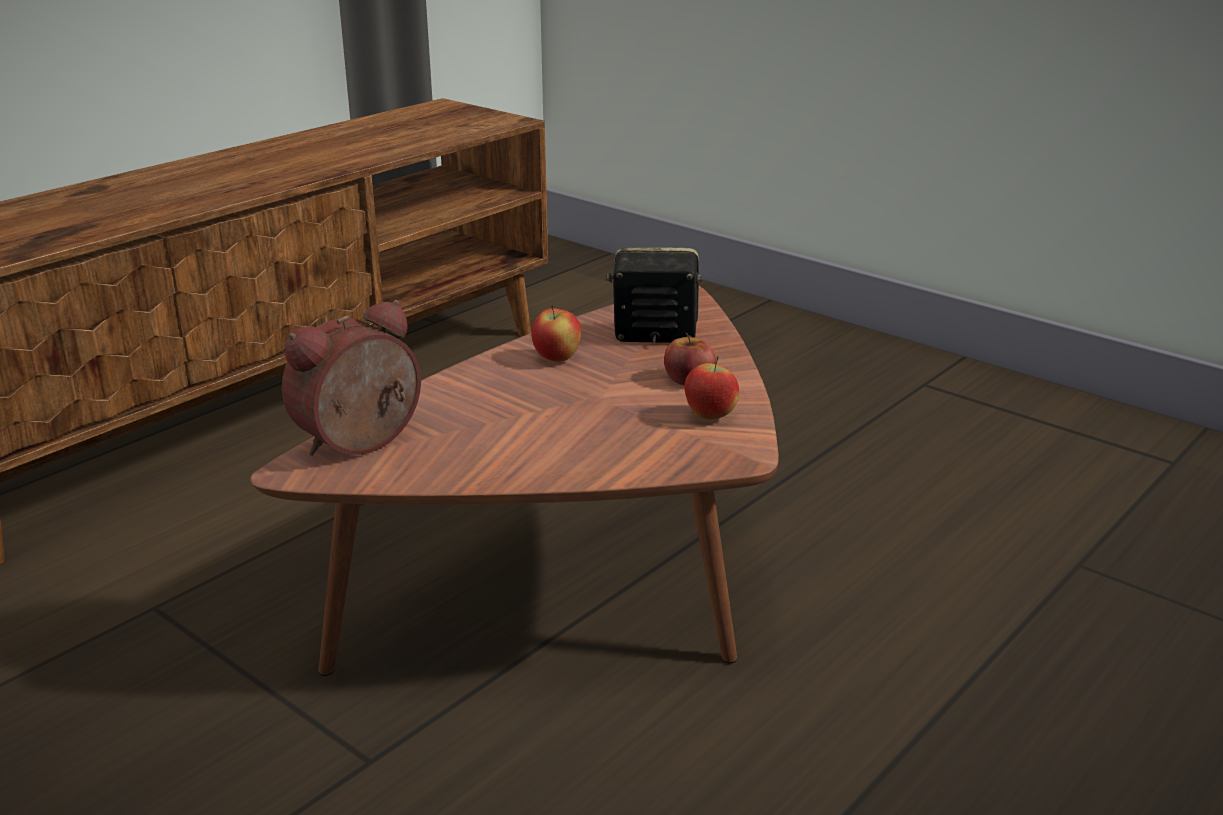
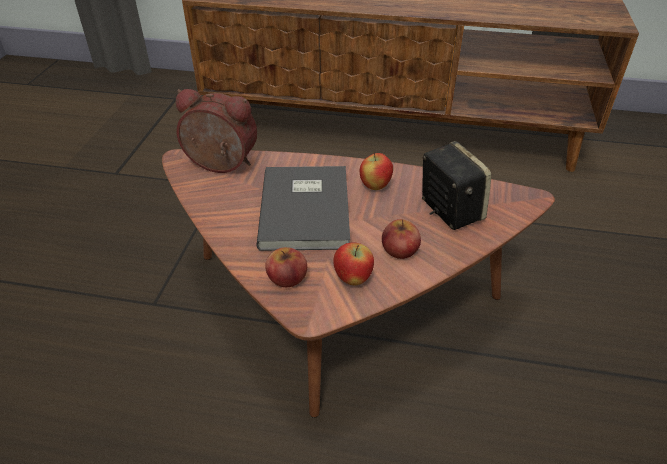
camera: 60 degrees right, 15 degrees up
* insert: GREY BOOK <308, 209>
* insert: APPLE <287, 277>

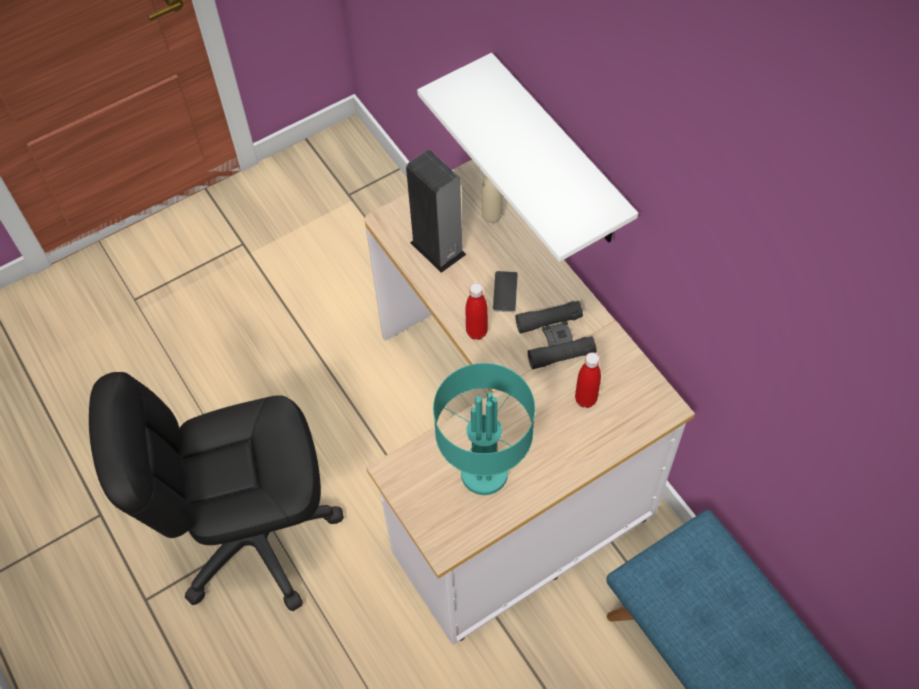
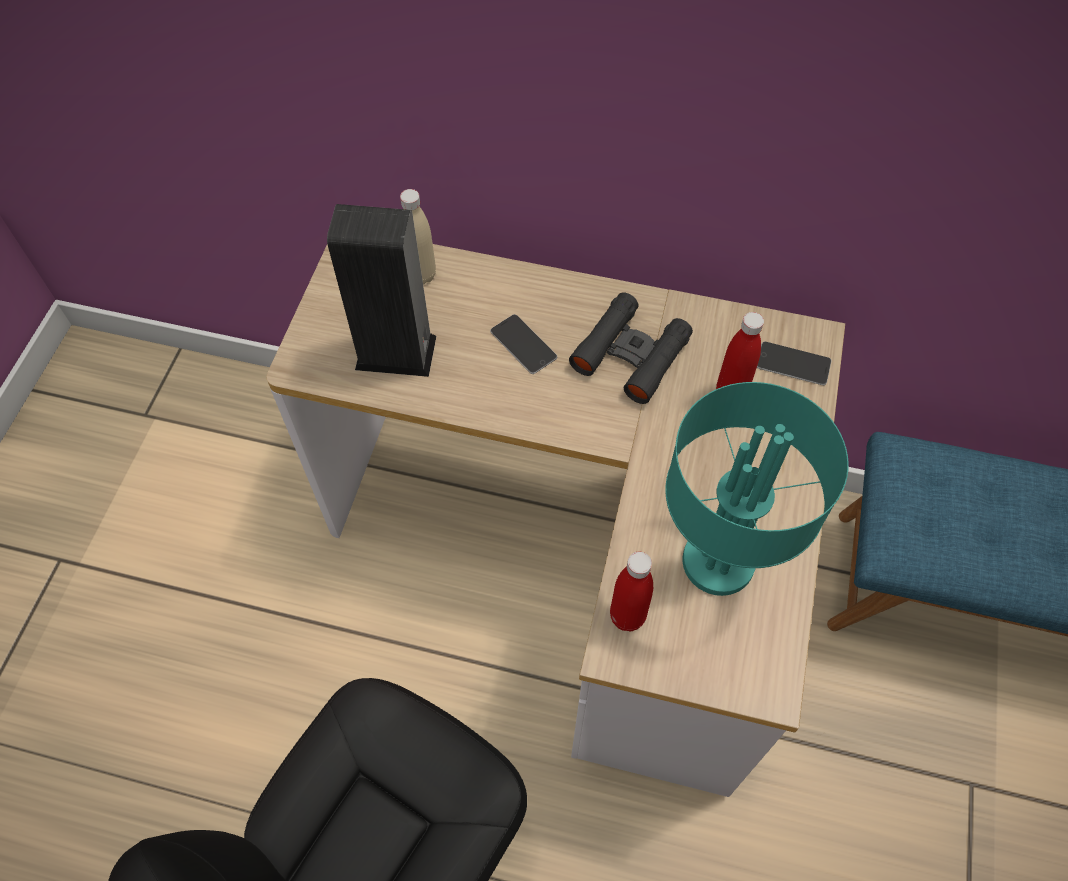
camera: 45 degrees left, 0 degrees up
* delete: WHITE SHELF <559, 155>
* move: RED BOTTLE <476, 332> to <627, 616>
* insert: PHONE <793, 363>

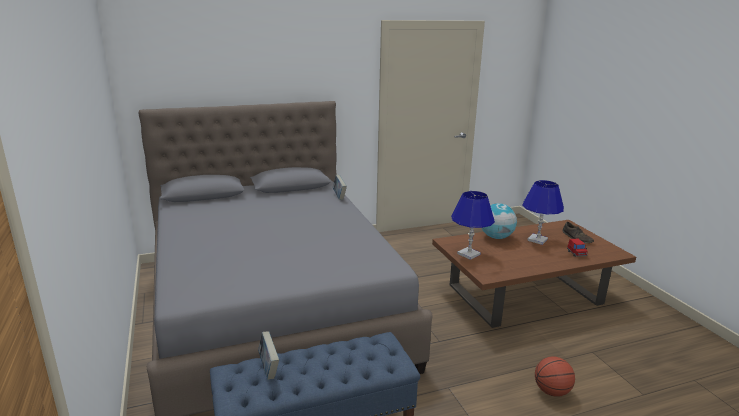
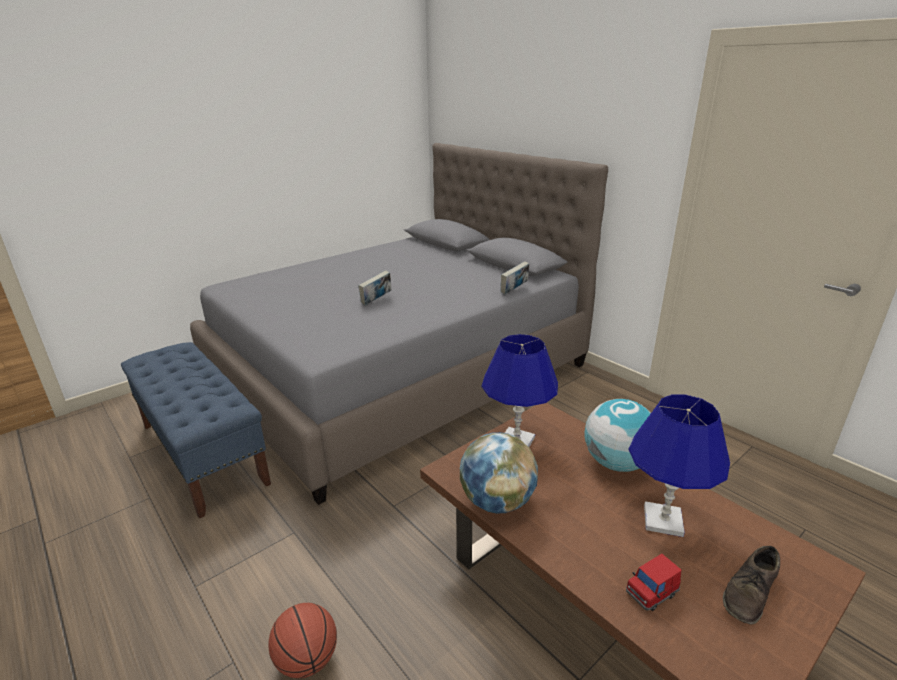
camera: 70 degrees right, 5 degrees up
* move: BOOK <269, 368> to <376, 301>
* insert: GLOBE <497, 501>

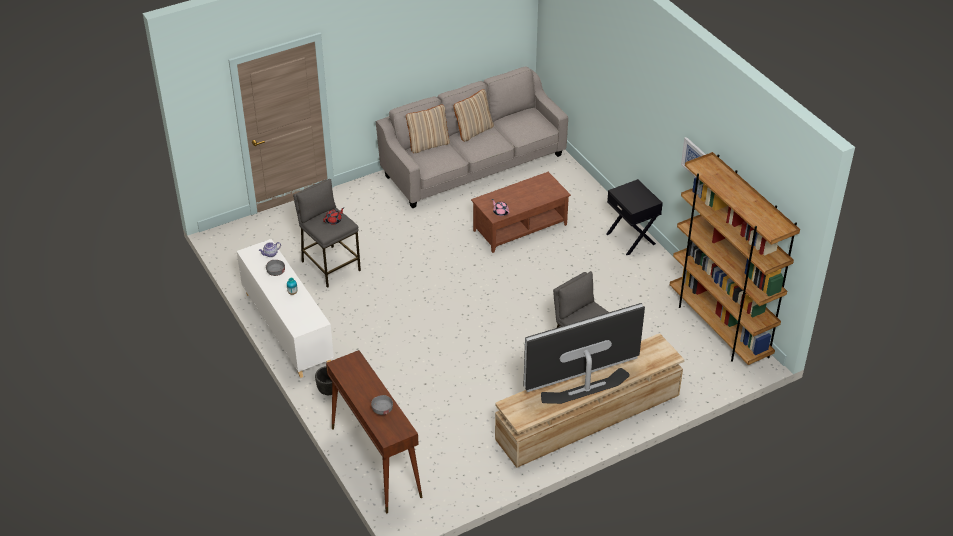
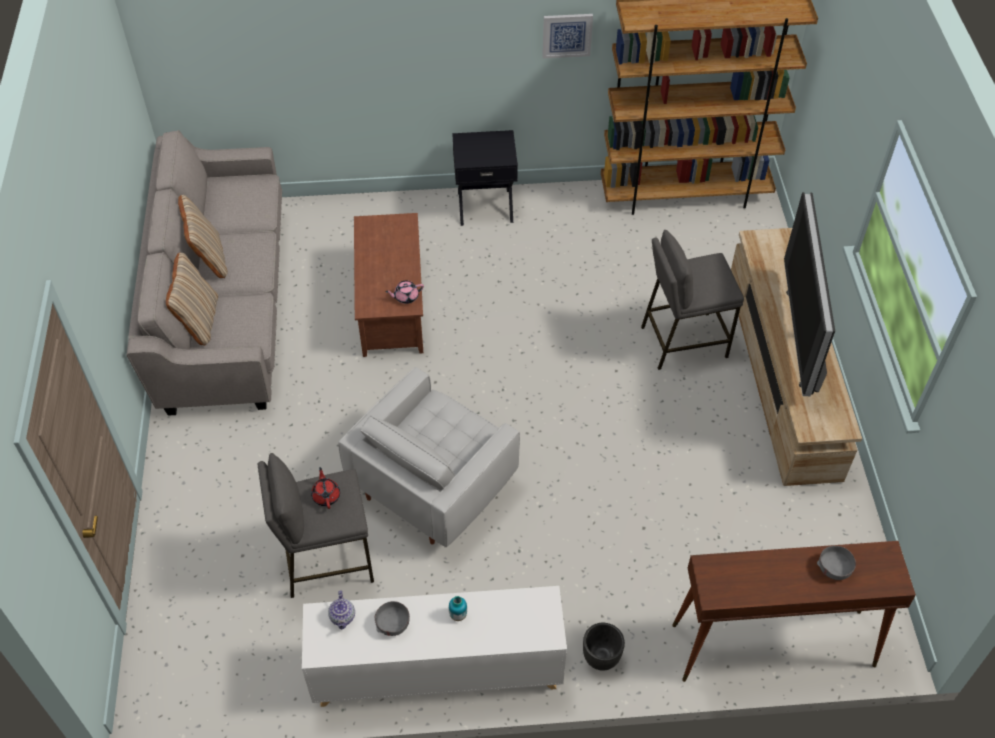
camera: 65 degrees left, 10 degrees up
* insert: WHITE ARMCHAIR <434, 483>

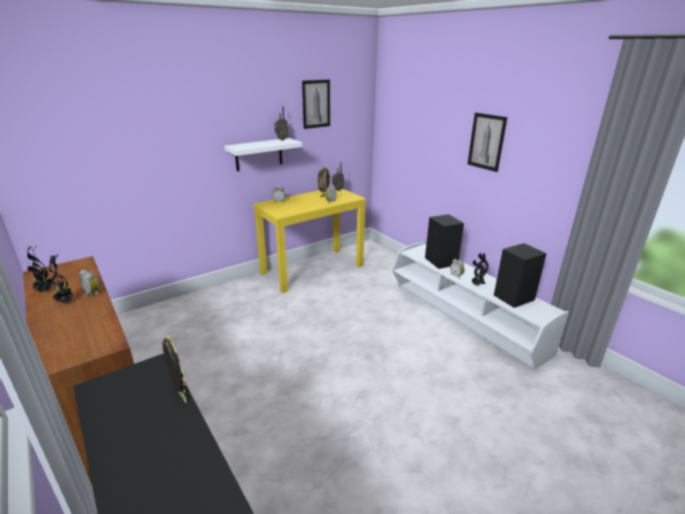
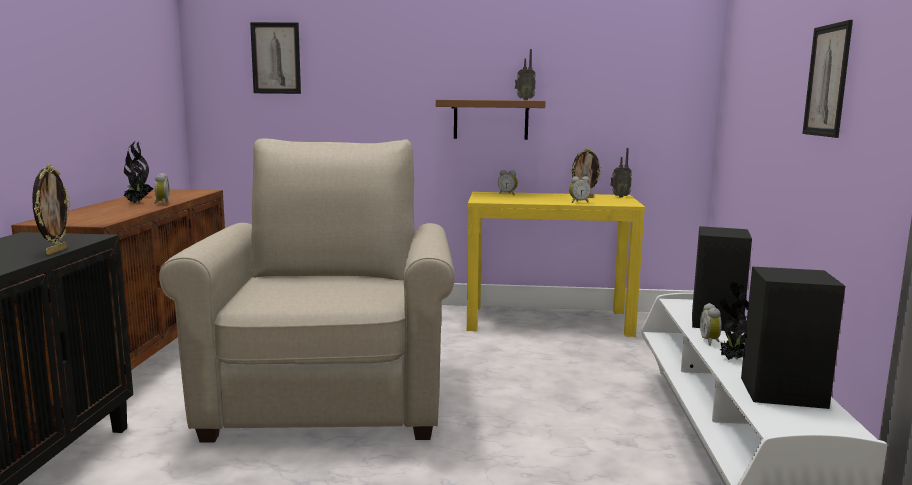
camera: 40 degrees right, 15 degrees down
* recolor: WHITE SHELF <259, 154> to BROWN SHELF <491, 119>
* move: PICTURE <316, 104> to <276, 58>
* insert: BEIGE ARMCHAIR <331, 395>

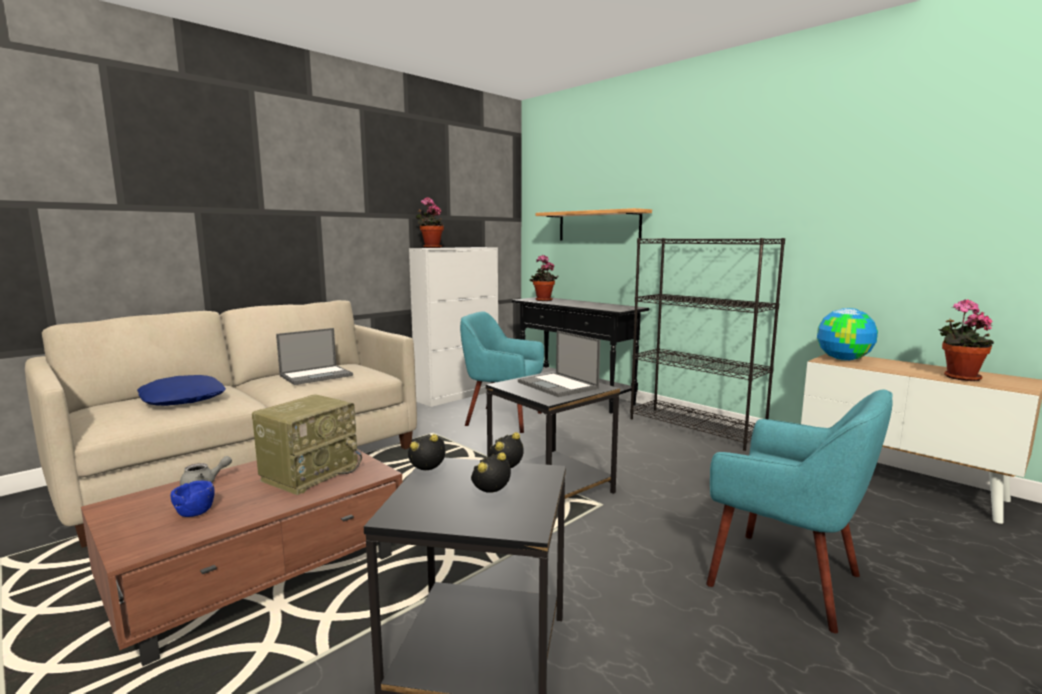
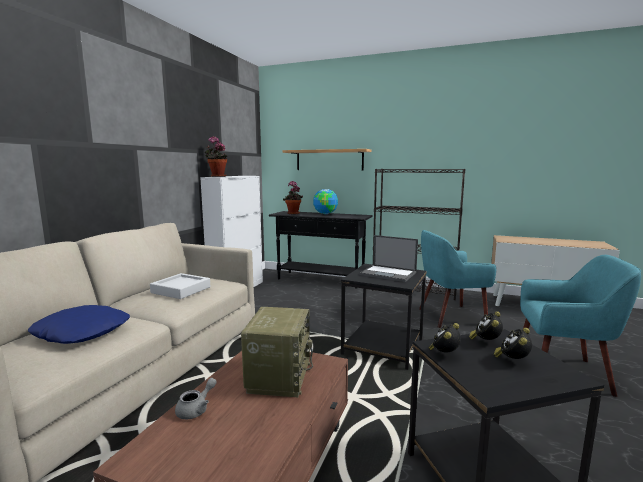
camera: 25 degrees left, 0 degrees up
* delete: BLUE BOWL <195, 512>
* replace: LAPTOP <317, 375> to GREY TRAY <181, 290>
* move: TURQUOISE ARMCHAIR <503, 419> to <450, 316>
* move: GLOBE <843, 359> to <325, 213>
* delete: POTTED PLANT <958, 377>

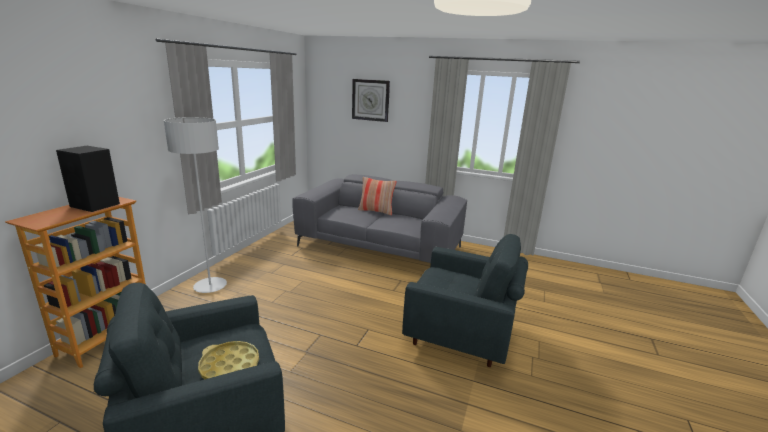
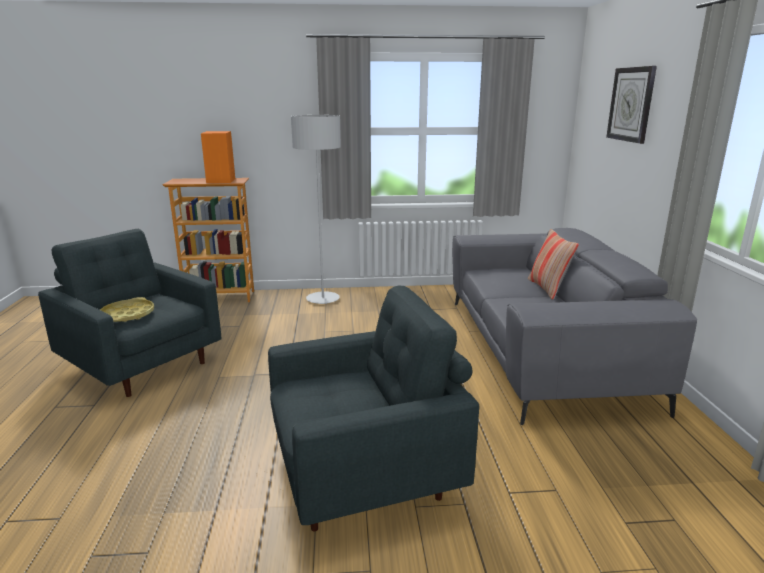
camera: 65 degrees right, 0 degrees up
* recolor: BLACK SPEAKER <95, 205> to ORANGE SPEAKER <220, 181>
* rotate: GREY ARMCHAIR <460, 336> = <366, 475> 105 degrees counterclockwise

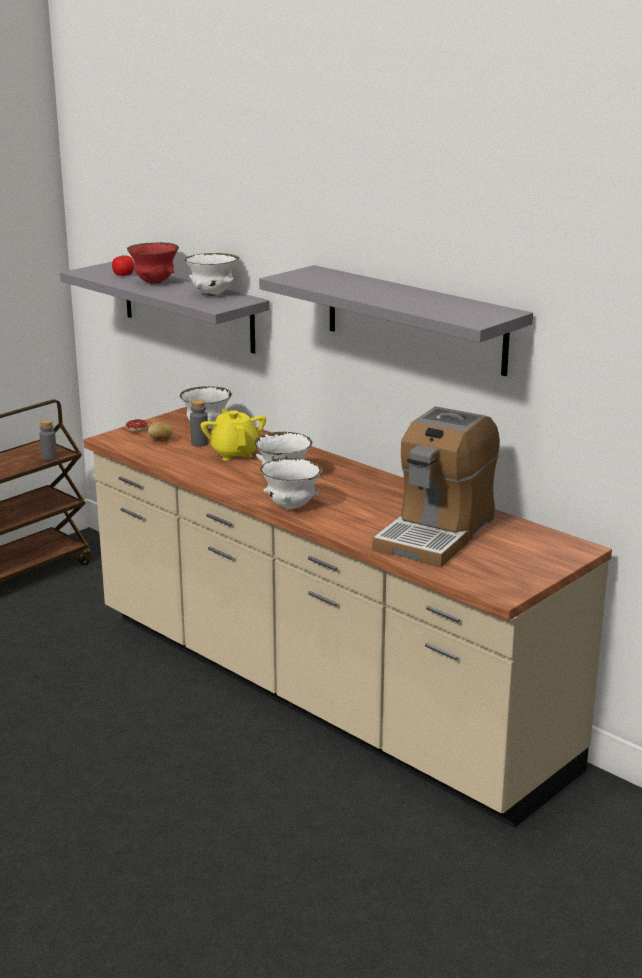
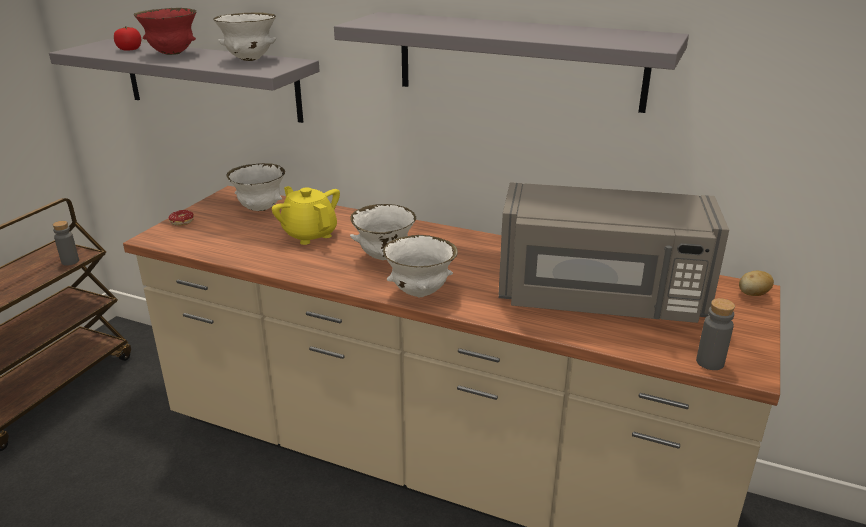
camera: 20 degrees left, 5 degrees up
* move: POTATO <161, 441> to <752, 294>
* move: GREY BOTTLE <199, 443> to <710, 362>
* replace: COFFEE MACHINE <436, 533> to GREY MICROWAVE <600, 299>

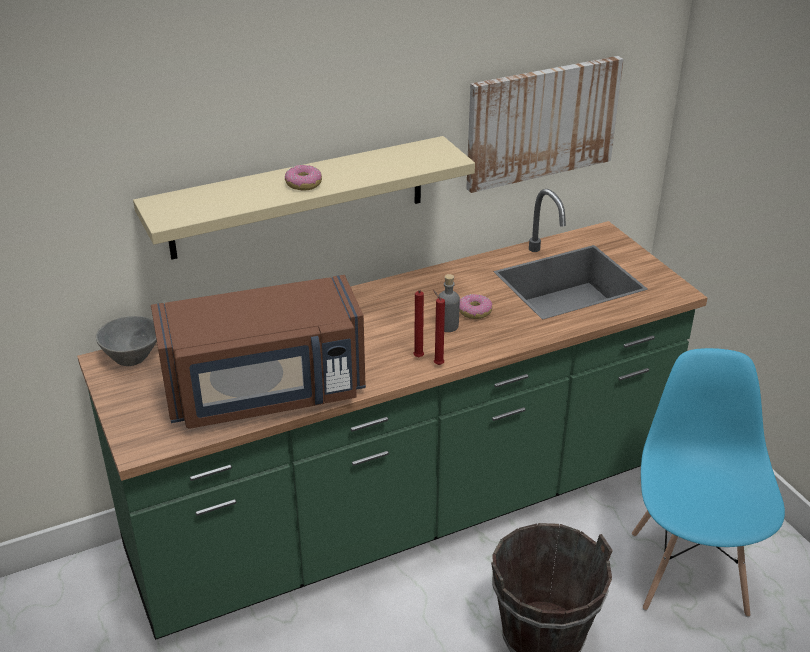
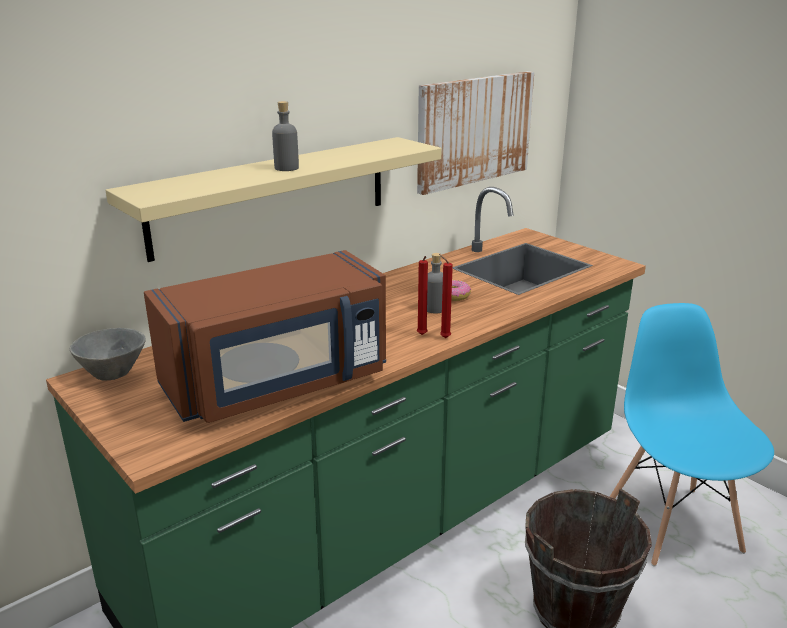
camera: 15 degrees left, 10 degrees down
* replace: DONUT <303, 184> to GREY BOTTLE <286, 168>

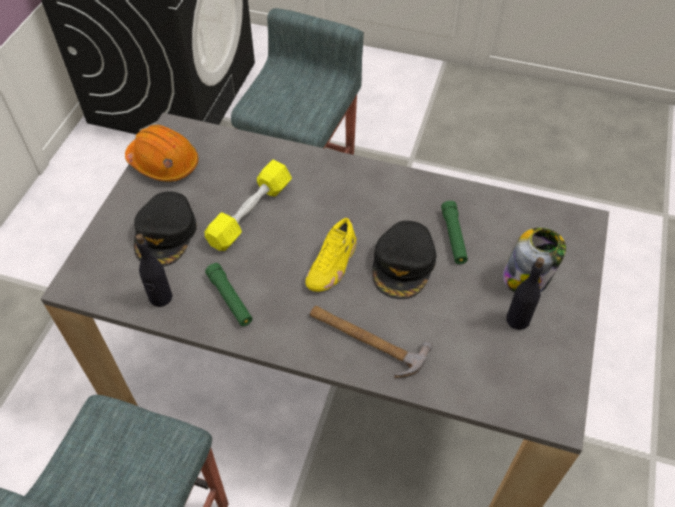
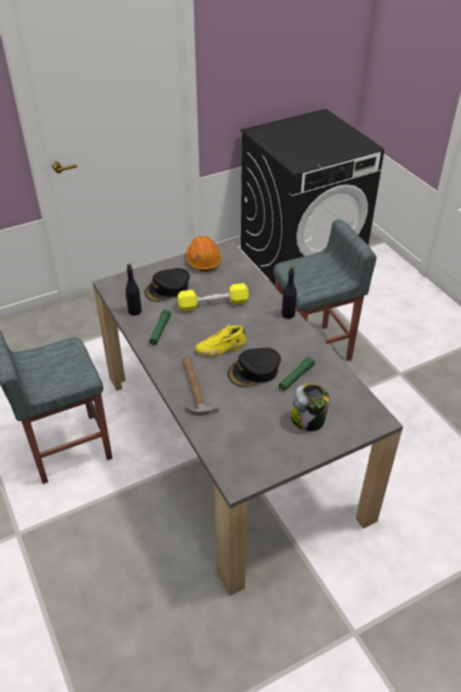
camera: 45 degrees right, 10 degrees down
* move: BLACK BOTTLE <518, 319> to <288, 314>

